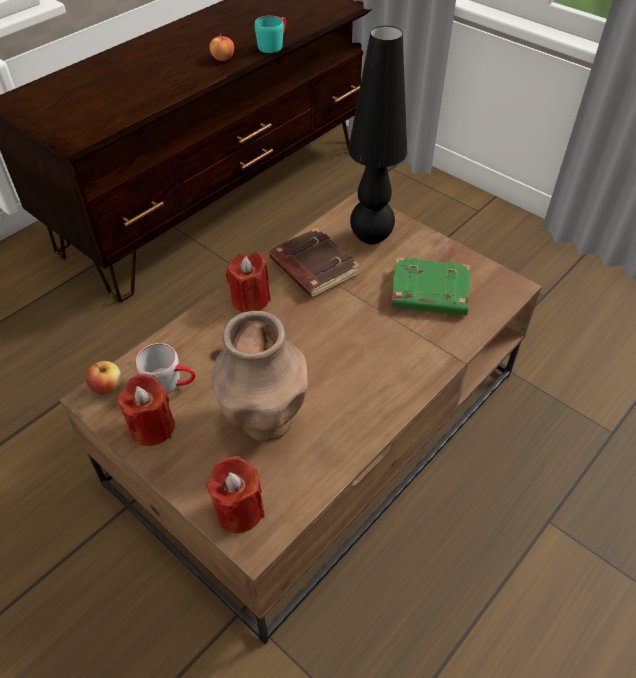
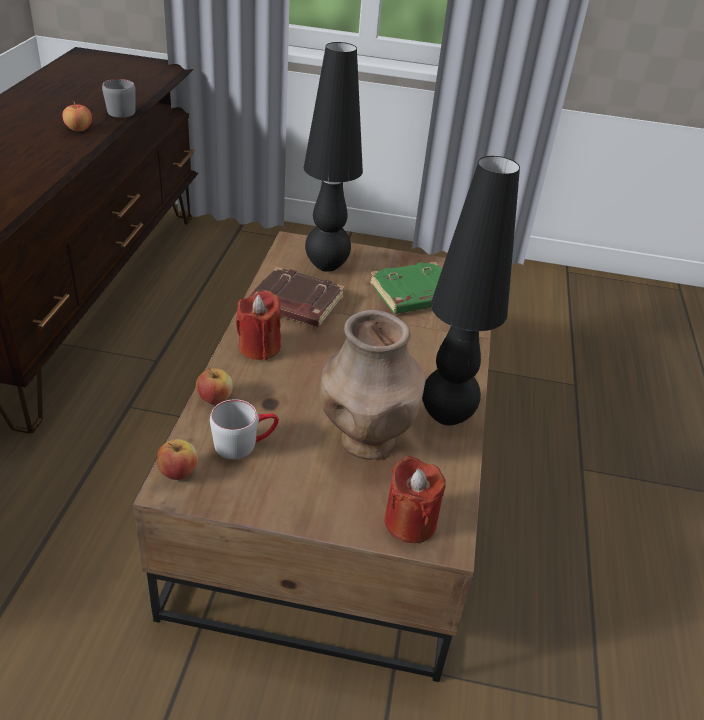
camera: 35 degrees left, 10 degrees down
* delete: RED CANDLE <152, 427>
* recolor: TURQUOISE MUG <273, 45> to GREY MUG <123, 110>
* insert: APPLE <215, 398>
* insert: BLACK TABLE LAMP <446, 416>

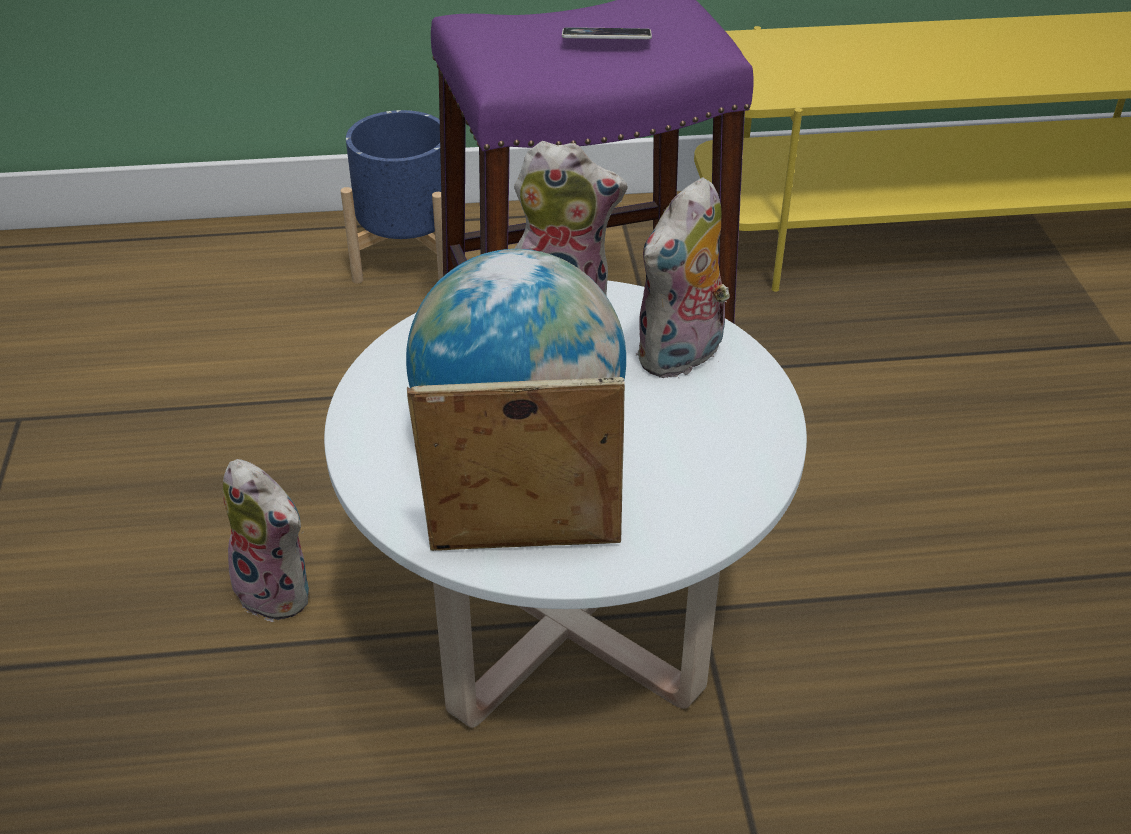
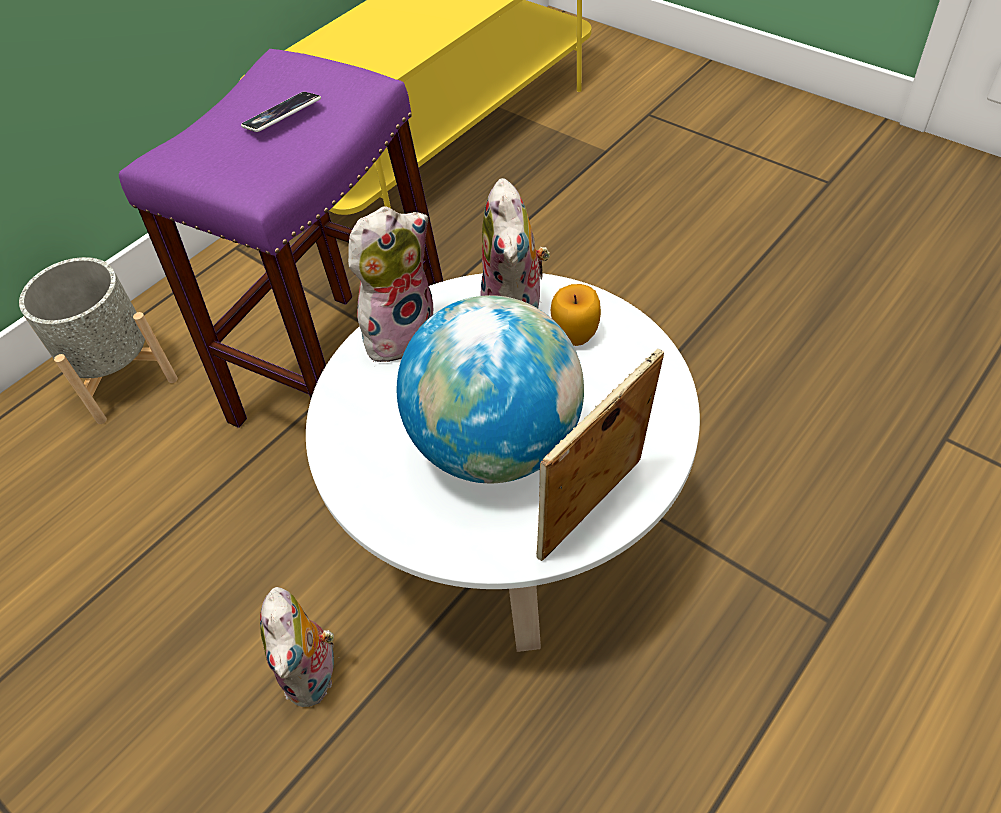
camera: 40 degrees left, 10 degrees up
* rotate: PLUSH TOY <279, 590> = <315, 674> 90 degrees clockwise
* recolor: BLUE PLANTER <408, 258> to GREY PLANTER <121, 378>
* insert: APPLE <575, 335>

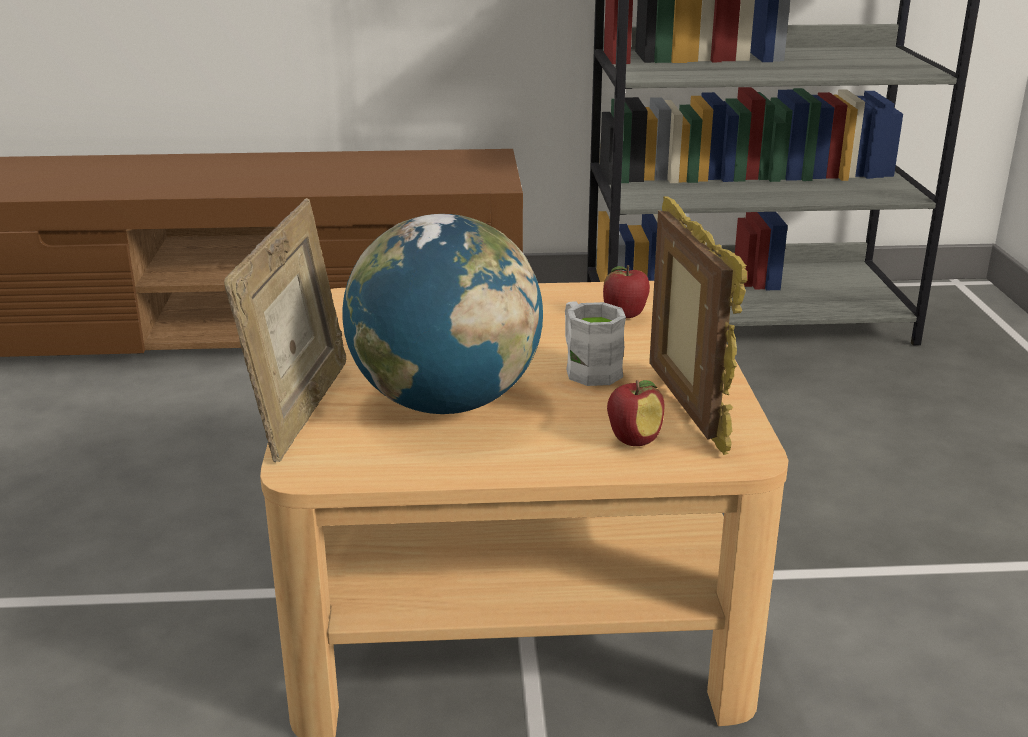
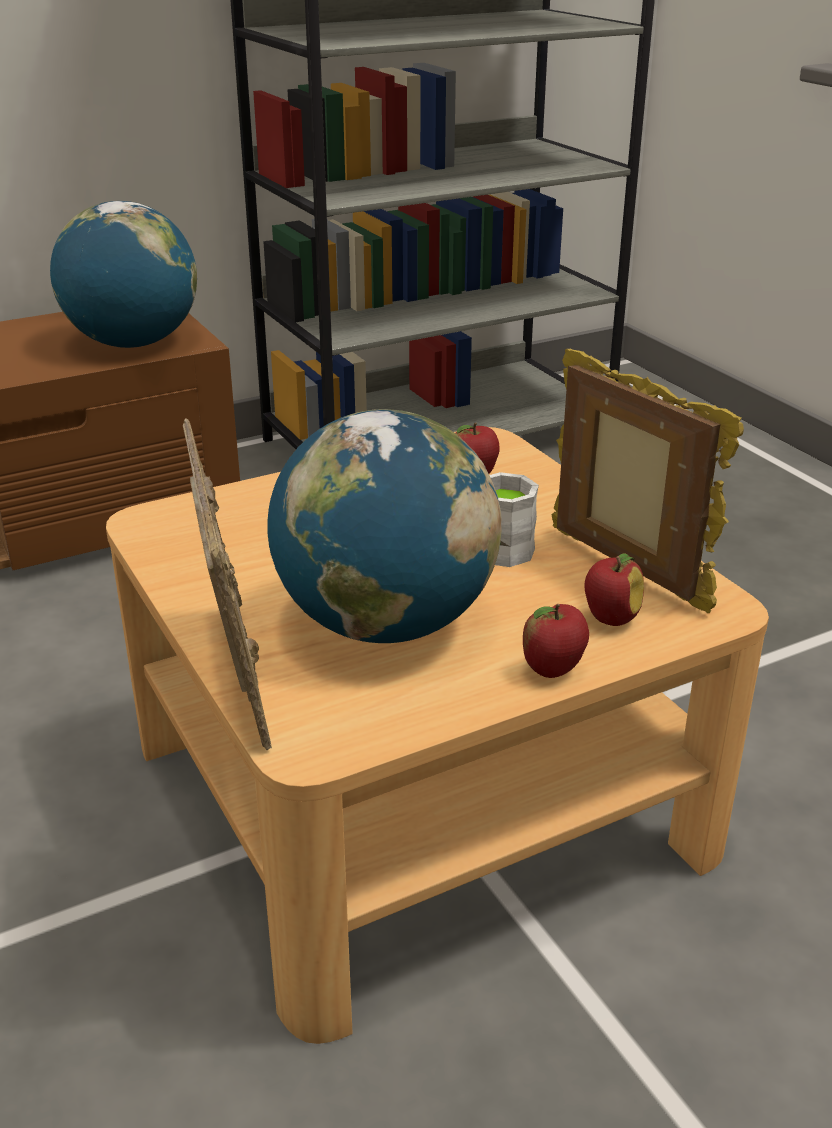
camera: 25 degrees left, 5 degrees up
* insert: GLOBE <133, 343>
* insert: APPLE <553, 670>

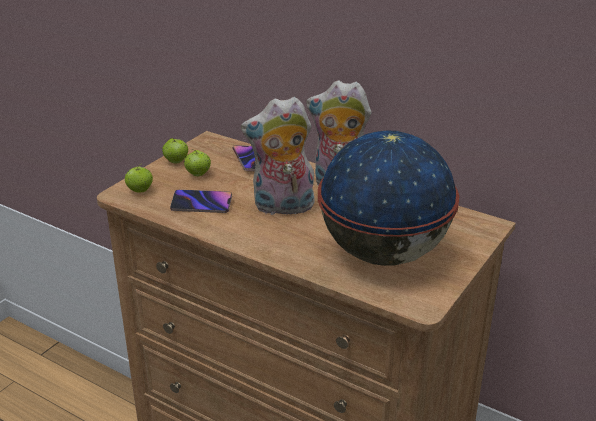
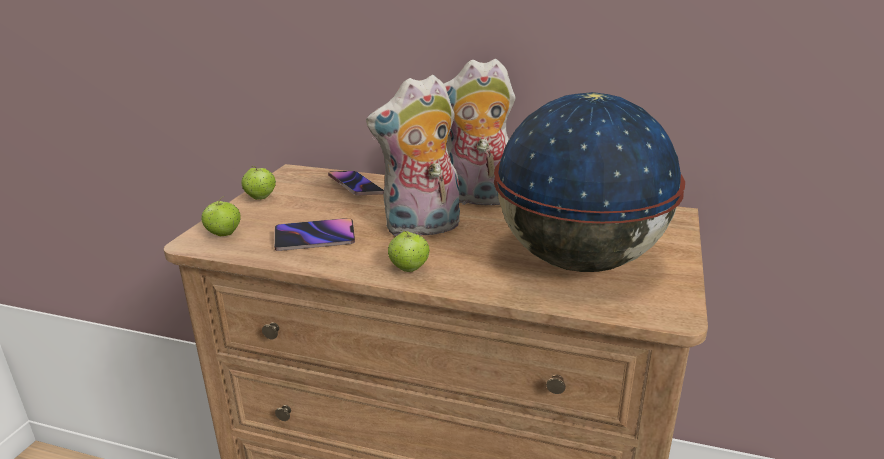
camera: 15 degrees left, 5 degrees down
* move: APPLE <198, 174> to <409, 269>

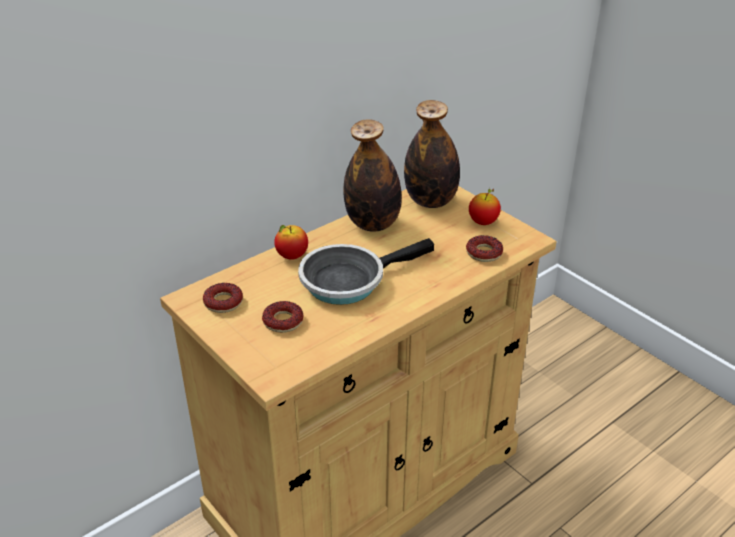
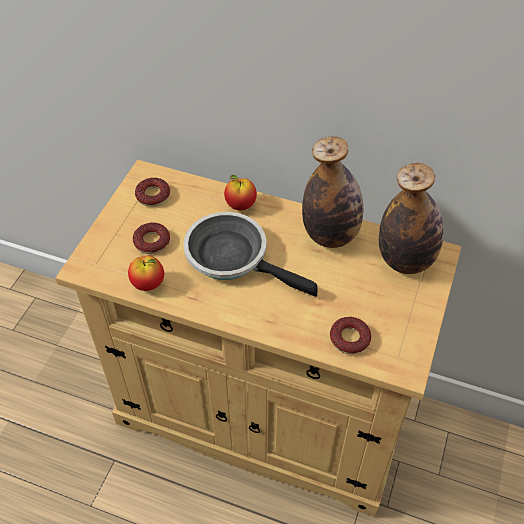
camera: 60 degrees right, 15 degrees up
* move: APPLE <483, 222> to <148, 284>

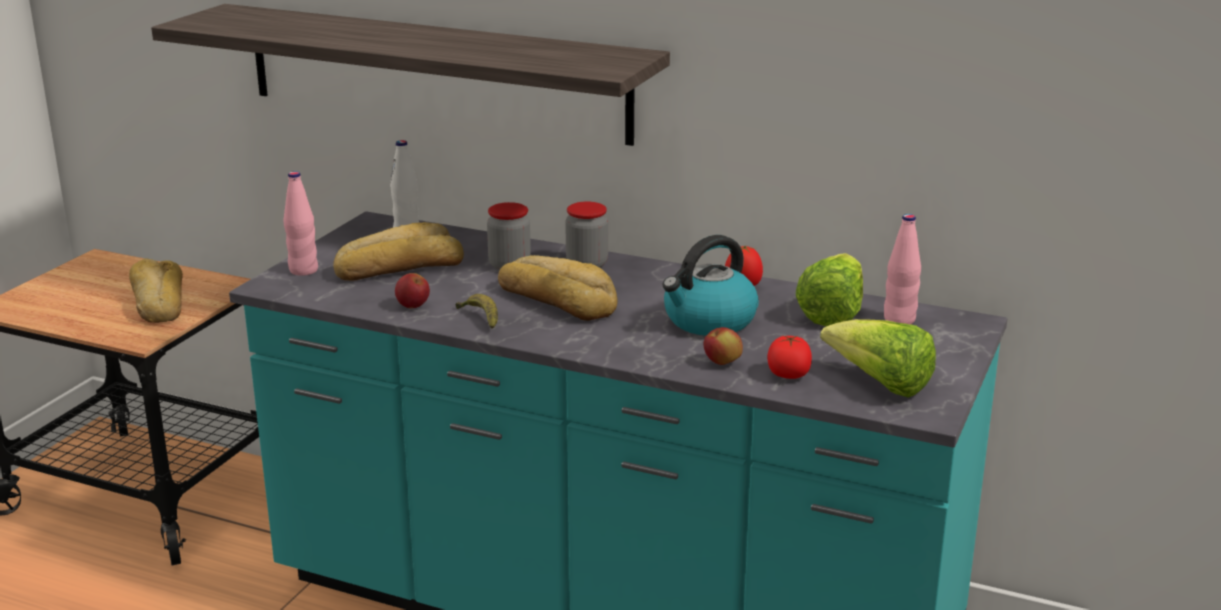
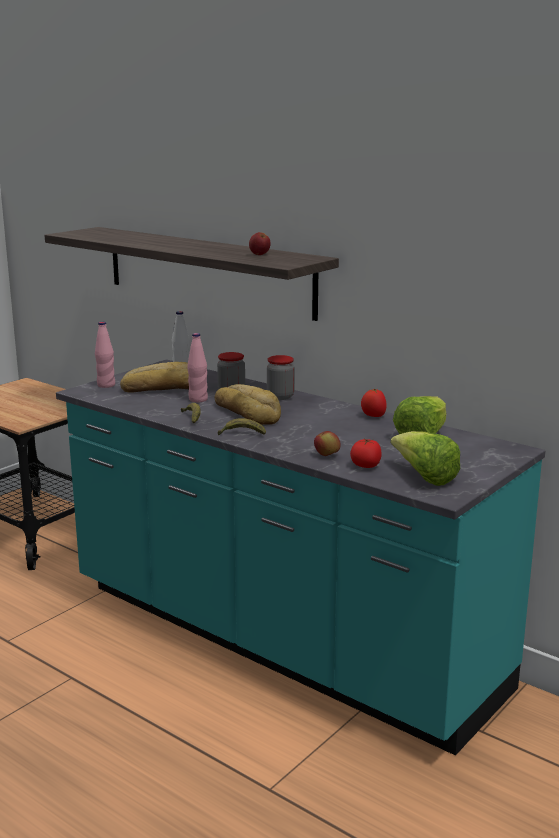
camera: 15 degrees right, 5 degrees down
* delete: BREAD <157, 302>
* move: APPLE <413, 306> to <259, 254>
* delete: KETTLE <709, 321>
* move: PINK BOTTLE <899, 320> to <198, 399>
* insert: BANANA <242, 434>

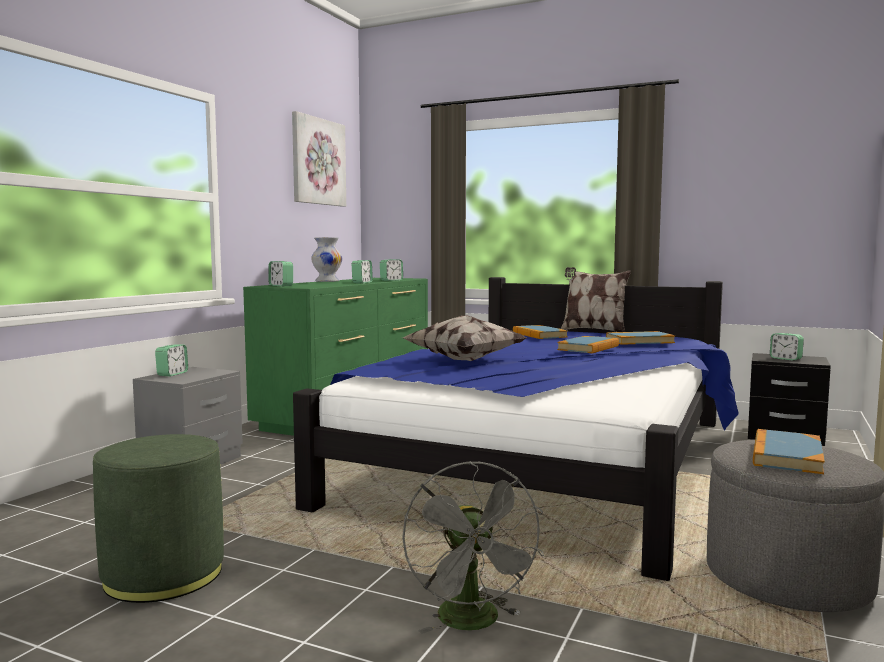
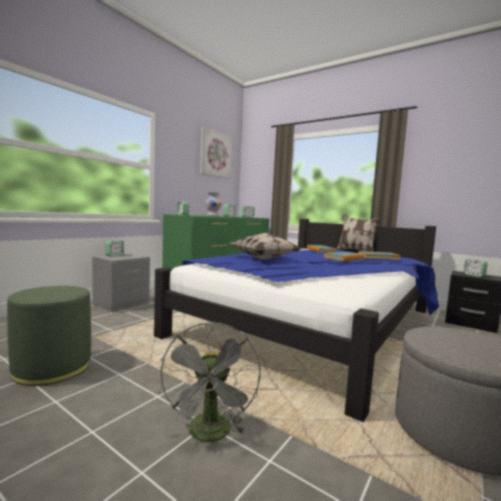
camera: 10 degrees right, 0 degrees up
* delete: BOOK <786, 456>

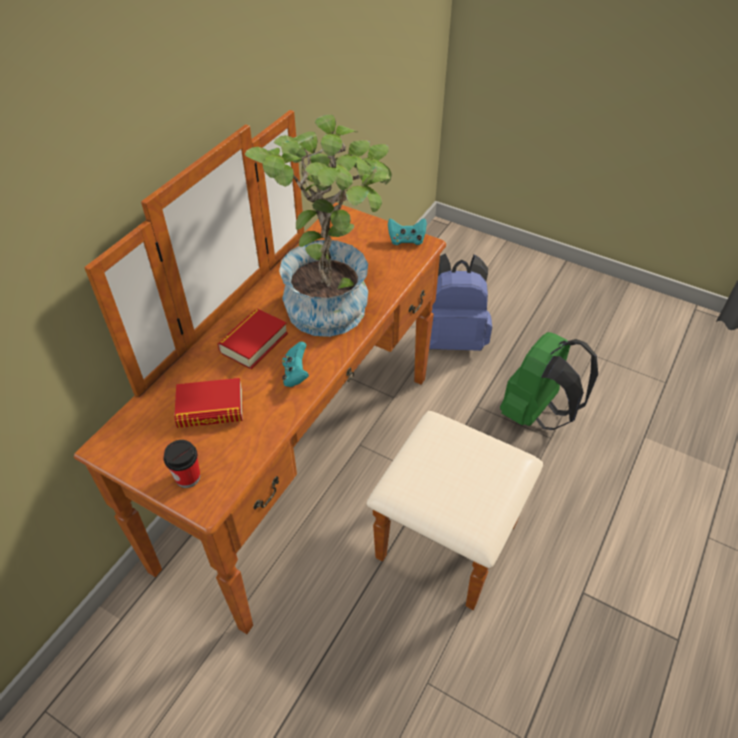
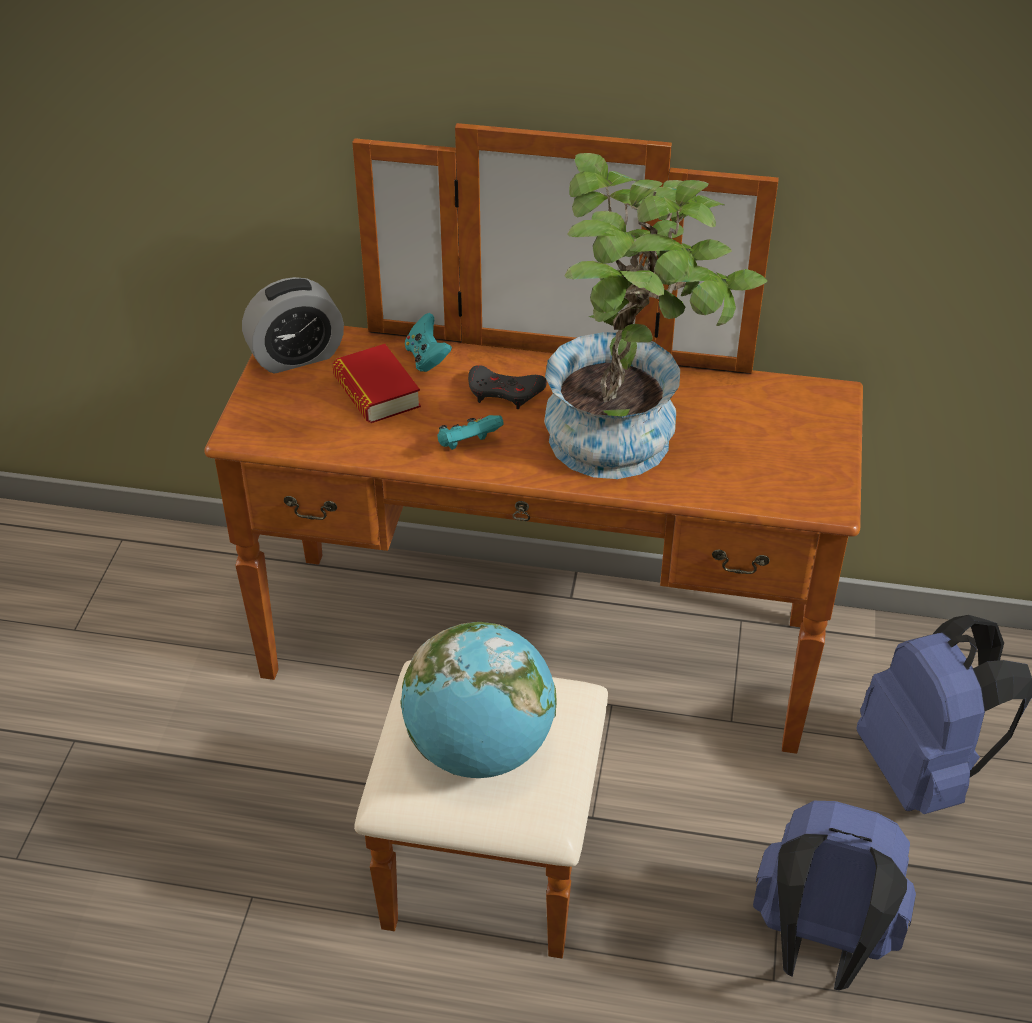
camera: 70 degrees right, 5 degrees down
* delete: CUP <188, 477>
* replace: BOOK <254, 343> to GREY GAME CONTROLLER <504, 392>
* move: TURQUOISE GAME CONTROLLER <406, 240> to <427, 358>
* recolor: GREEN BACKPACK <536, 413> to BLUE BACKPACK <820, 945>
* insert: ALARM CLOCK <296, 356>
* insert: GLOBE <480, 749>

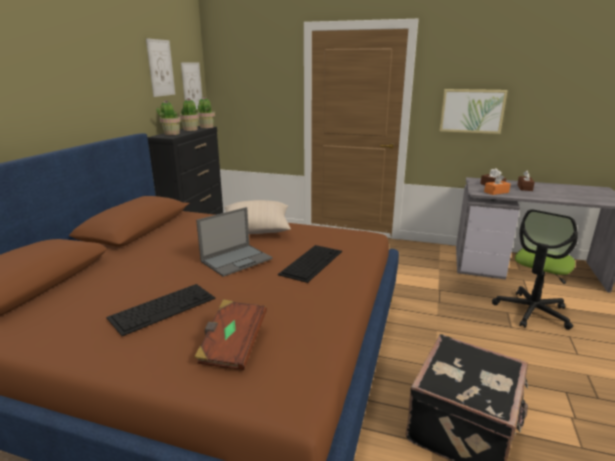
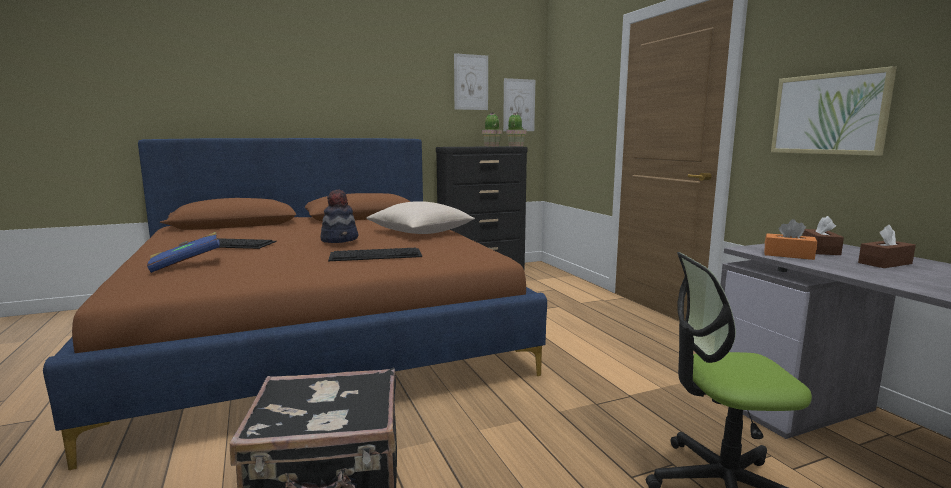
camera: 50 degrees right, 10 degrees down
* delete: POTTED PLANT <171, 134>
* recolor: BROWN BOOK <232, 346> to BLUE BOOK <186, 265>
* replace: LAPTOP <237, 260> to HAT <340, 239>

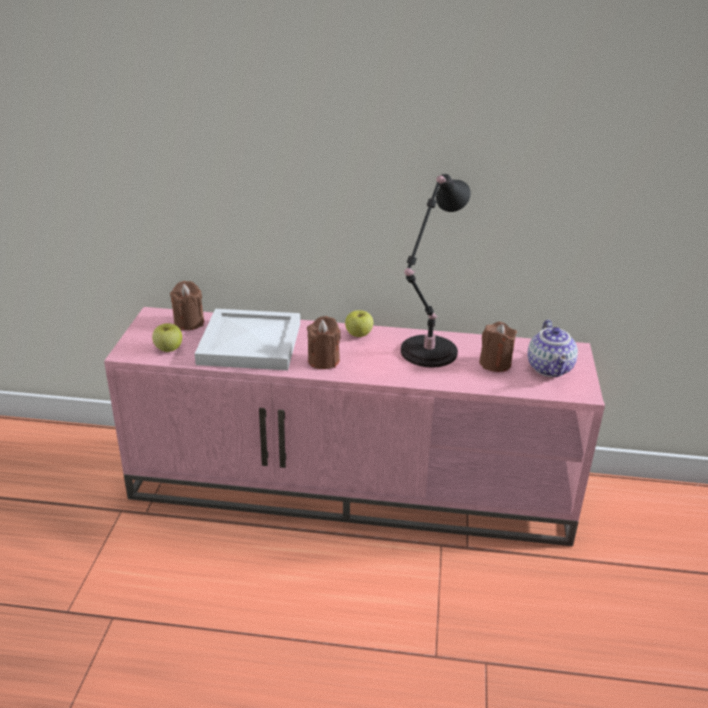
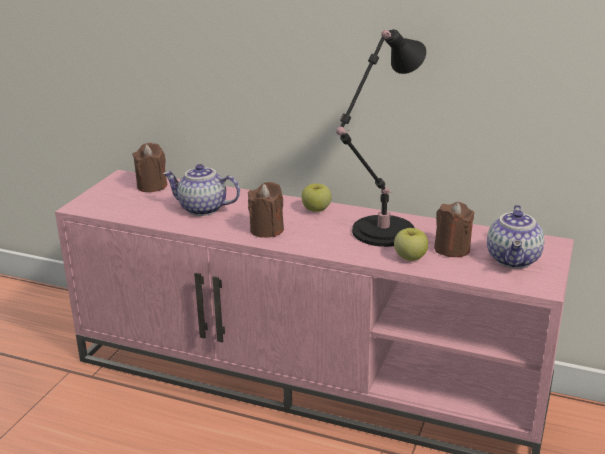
camera: 15 degrees right, 5 degrees down
* move: APPLE <168, 349> to <410, 257>
* replace: WHITE TRAY <251, 344> to TEAPOT <202, 209>

